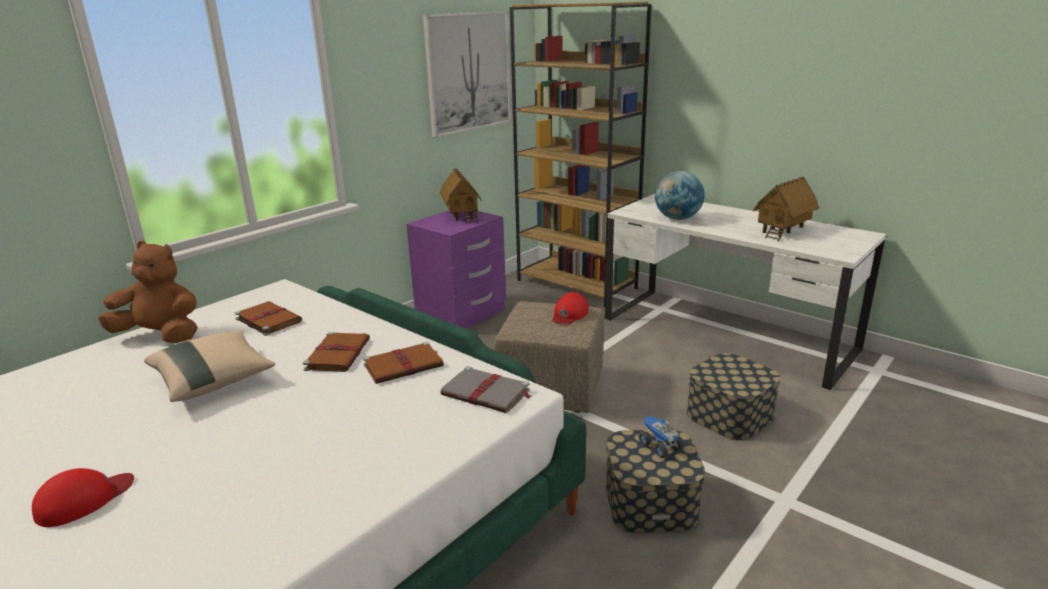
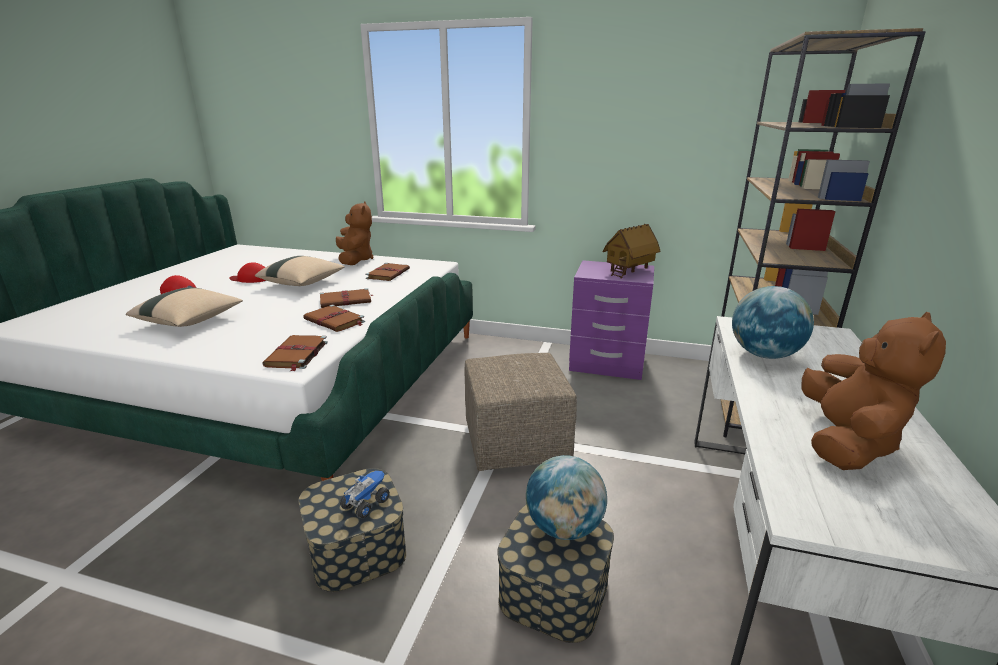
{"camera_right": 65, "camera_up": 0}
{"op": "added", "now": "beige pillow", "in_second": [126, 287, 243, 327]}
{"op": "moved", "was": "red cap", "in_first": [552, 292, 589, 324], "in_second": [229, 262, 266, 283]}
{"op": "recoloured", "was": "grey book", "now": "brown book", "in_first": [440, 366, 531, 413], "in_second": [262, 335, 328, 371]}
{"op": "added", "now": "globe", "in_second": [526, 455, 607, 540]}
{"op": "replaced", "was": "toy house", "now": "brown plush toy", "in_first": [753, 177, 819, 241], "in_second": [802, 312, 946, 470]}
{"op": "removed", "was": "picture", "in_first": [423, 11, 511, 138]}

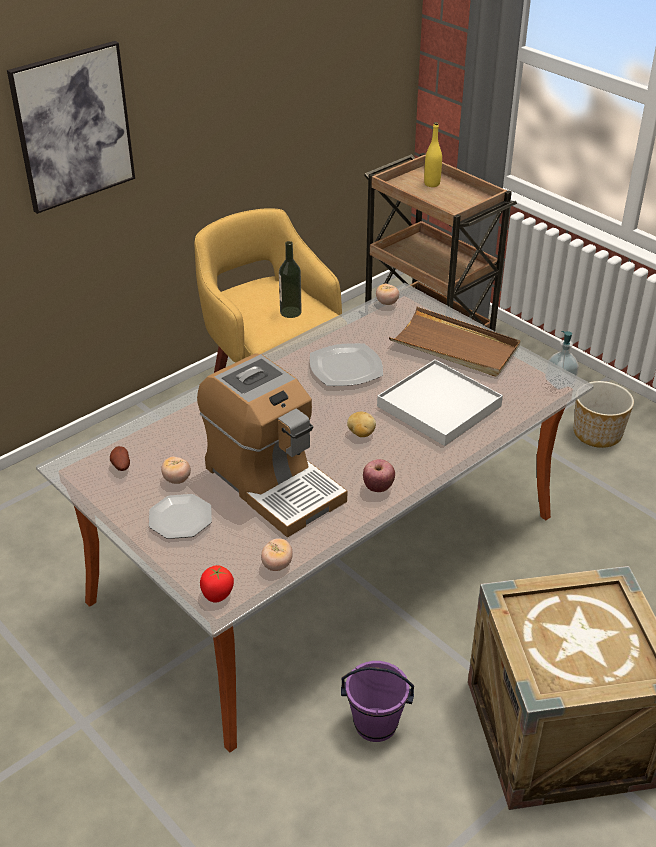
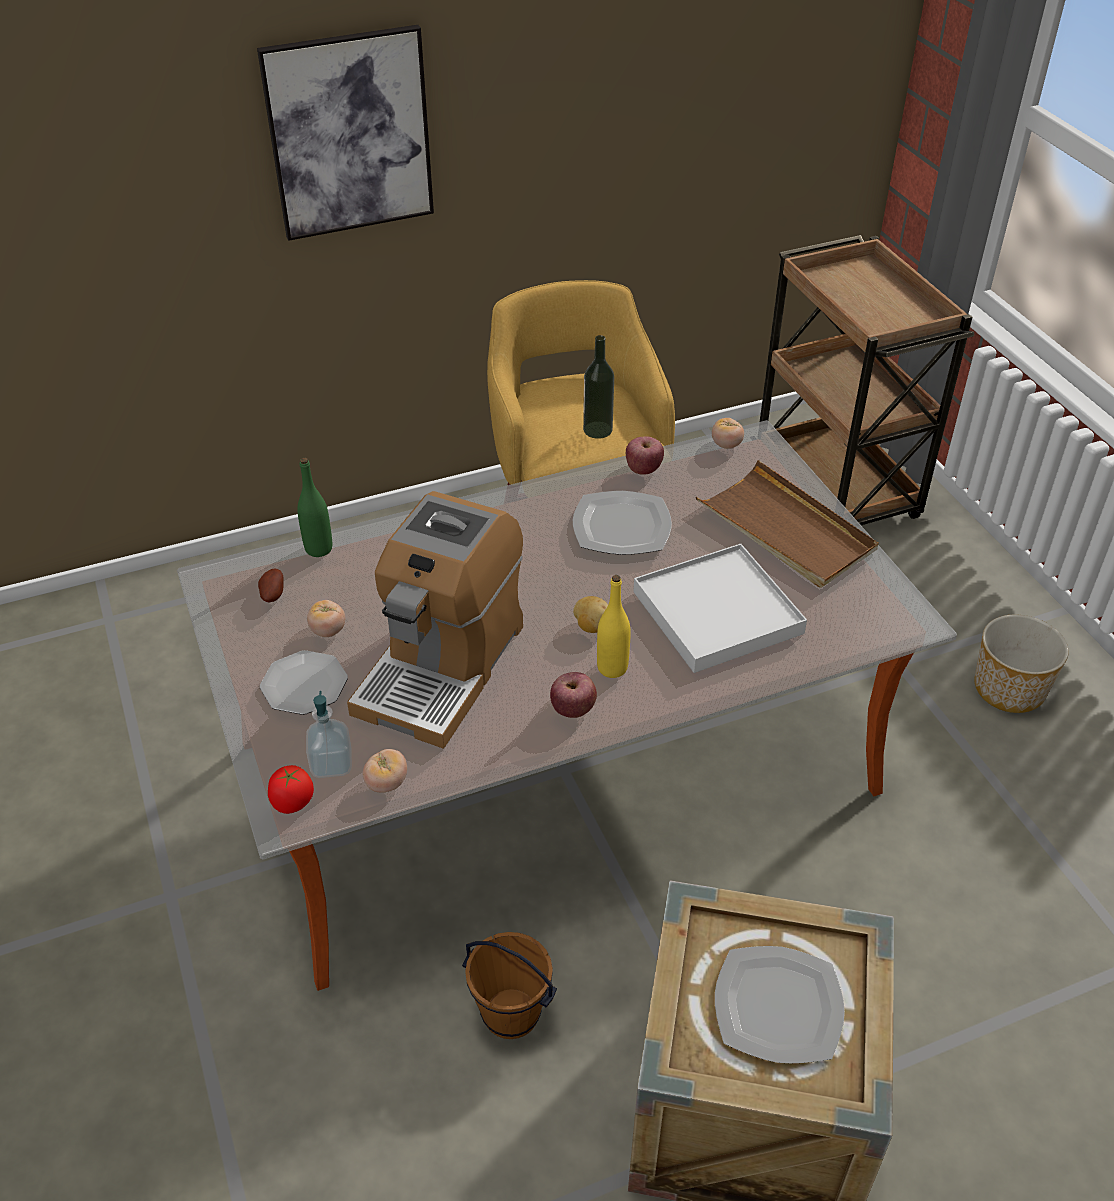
{"camera_right": 20, "camera_up": 5}
{"op": "added", "now": "green bottle", "in_second": [297, 458, 332, 557]}
{"op": "moved", "was": "soap dispenser", "in_first": [545, 331, 579, 389], "in_second": [306, 691, 352, 778]}
{"op": "turned", "was": "coffee machine", "in_first": [197, 353, 347, 537], "in_second": [347, 491, 523, 749], "clockwise": 45}
{"op": "recoloured", "was": "purple bucket", "now": "brown bucket", "in_first": [341, 661, 414, 742], "in_second": [462, 932, 557, 1039]}
{"op": "moved", "was": "yellow bottle", "in_first": [424, 122, 442, 187], "in_second": [597, 575, 631, 678]}
{"op": "added", "now": "apple", "in_second": [626, 436, 664, 475]}
{"op": "added", "now": "plate", "in_second": [715, 946, 845, 1063]}

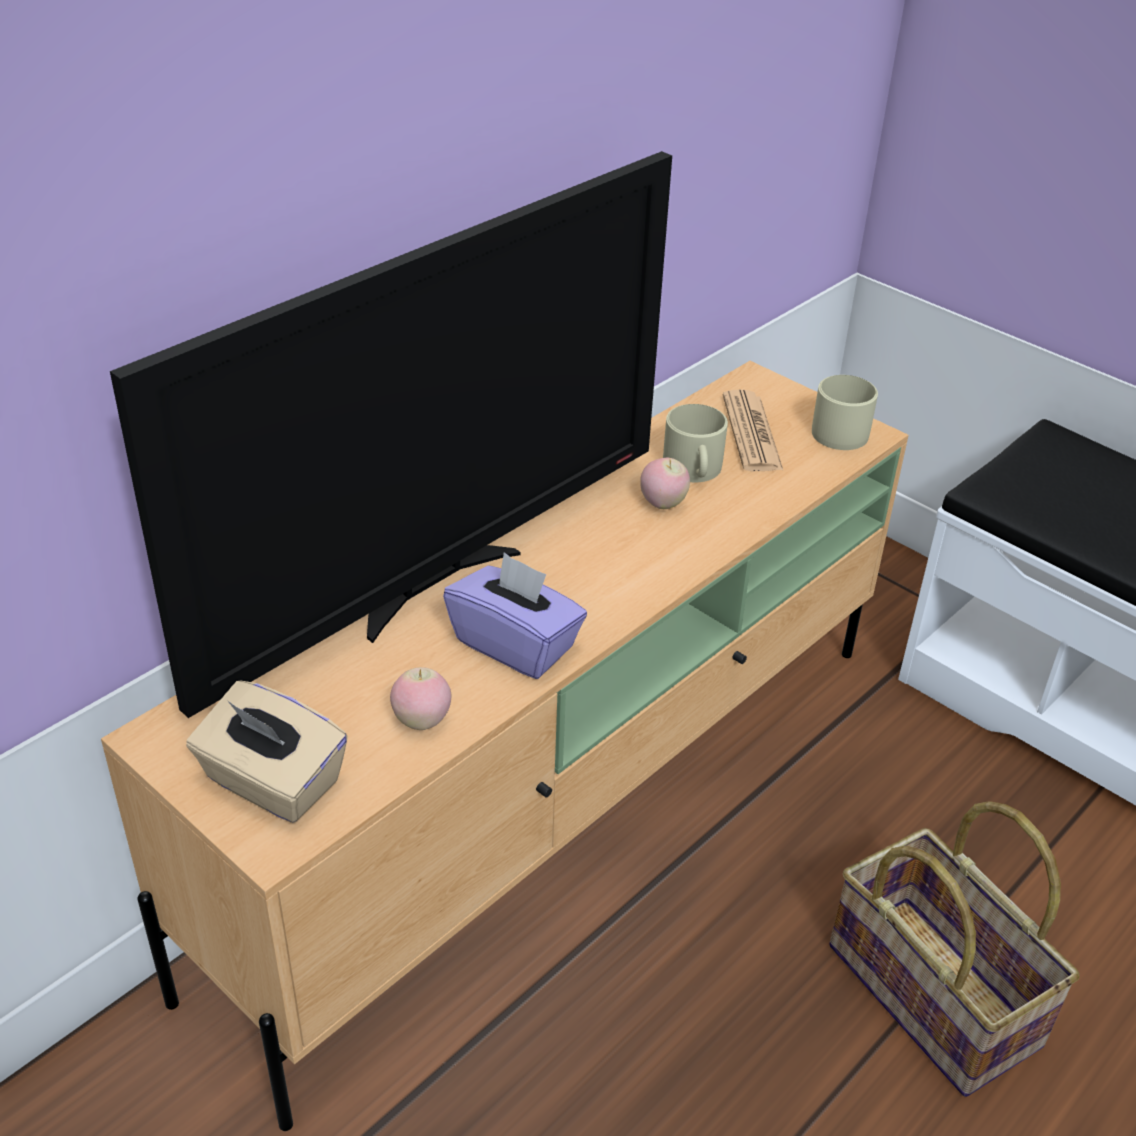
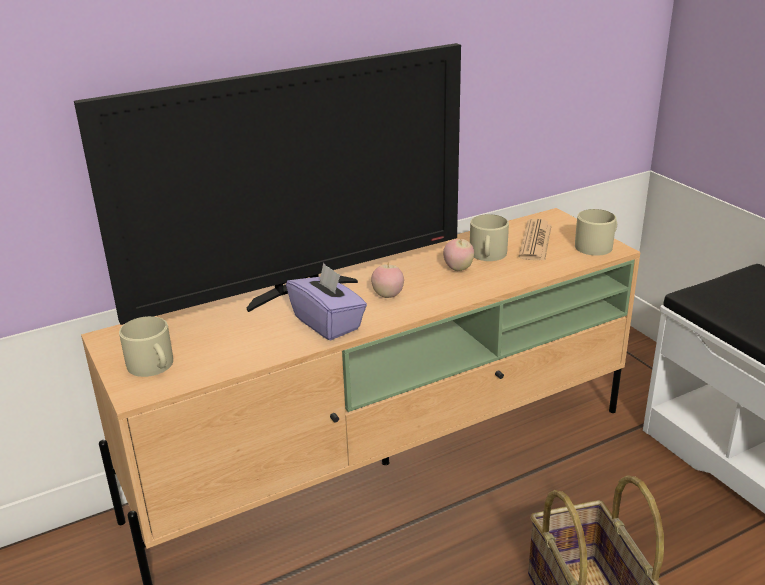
{"camera_right": 20, "camera_up": -10}
{"op": "replaced", "was": "beige tissue box", "now": "beige mug", "in_first": [186, 681, 348, 823], "in_second": [119, 316, 173, 377]}
{"op": "moved", "was": "apple", "in_first": [390, 667, 451, 730], "in_second": [371, 263, 404, 298]}

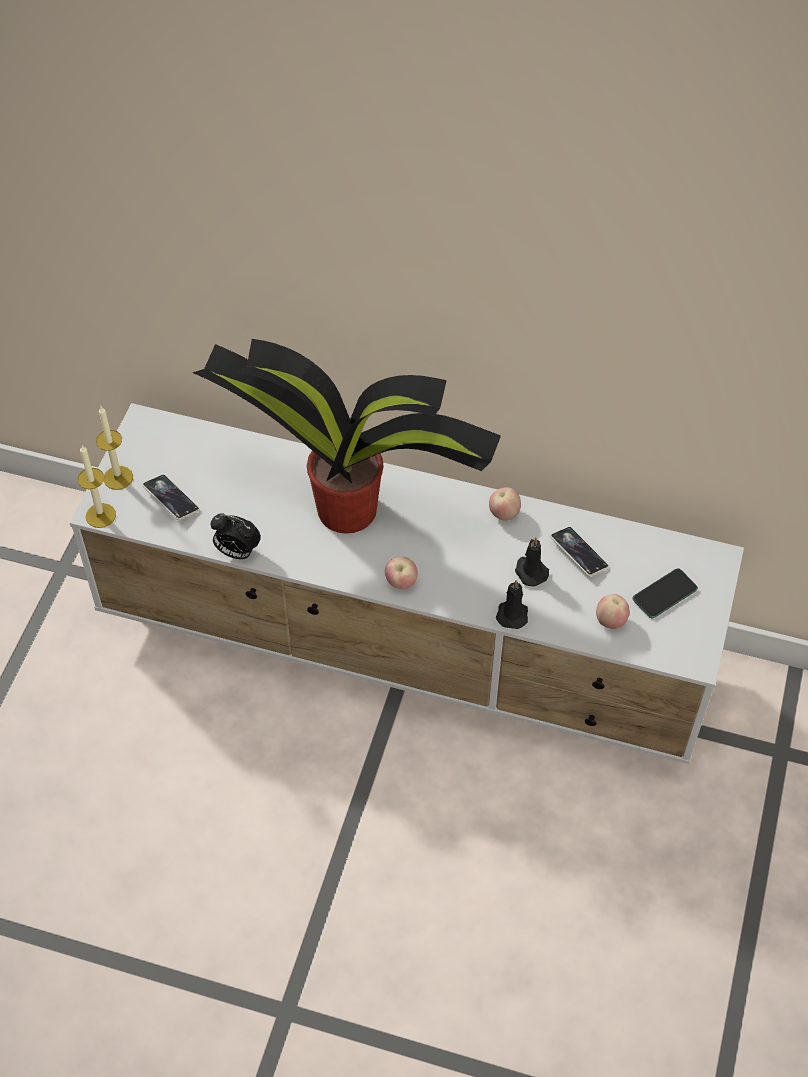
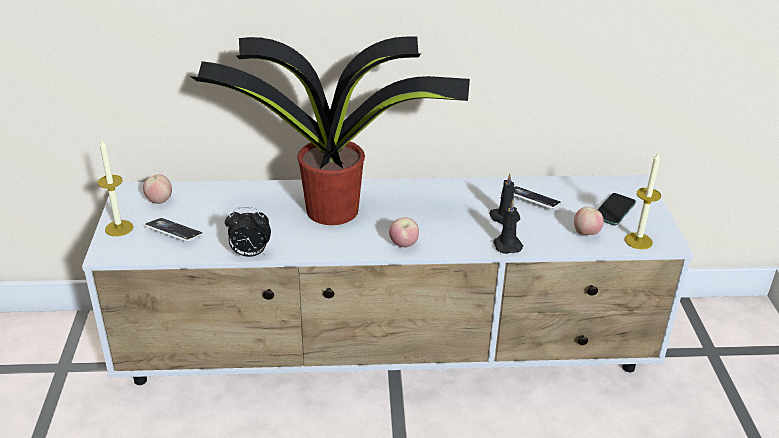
{"camera_right": -20, "camera_up": -20}
{"op": "moved", "was": "apple", "in_first": [489, 487, 521, 521], "in_second": [143, 174, 172, 204]}
{"op": "moved", "was": "candle", "in_first": [78, 445, 116, 528], "in_second": [625, 153, 661, 249]}

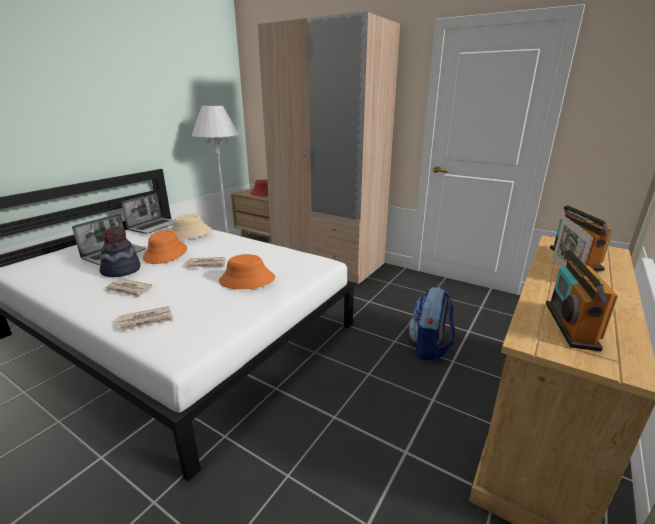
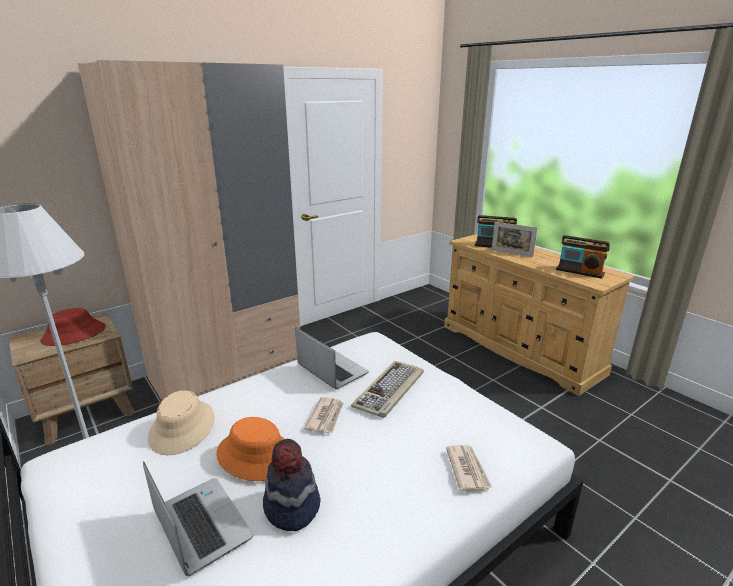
{"camera_right": -70, "camera_up": 0}
{"op": "moved", "was": "laptop", "in_first": [122, 193, 173, 234], "in_second": [295, 327, 369, 389]}
{"op": "replaced", "was": "orange hat", "now": "keyboard", "in_first": [219, 254, 275, 289], "in_second": [351, 361, 424, 418]}
{"op": "removed", "was": "newspaper", "in_first": [105, 279, 152, 297]}
{"op": "removed", "was": "backpack", "in_first": [408, 287, 455, 360]}

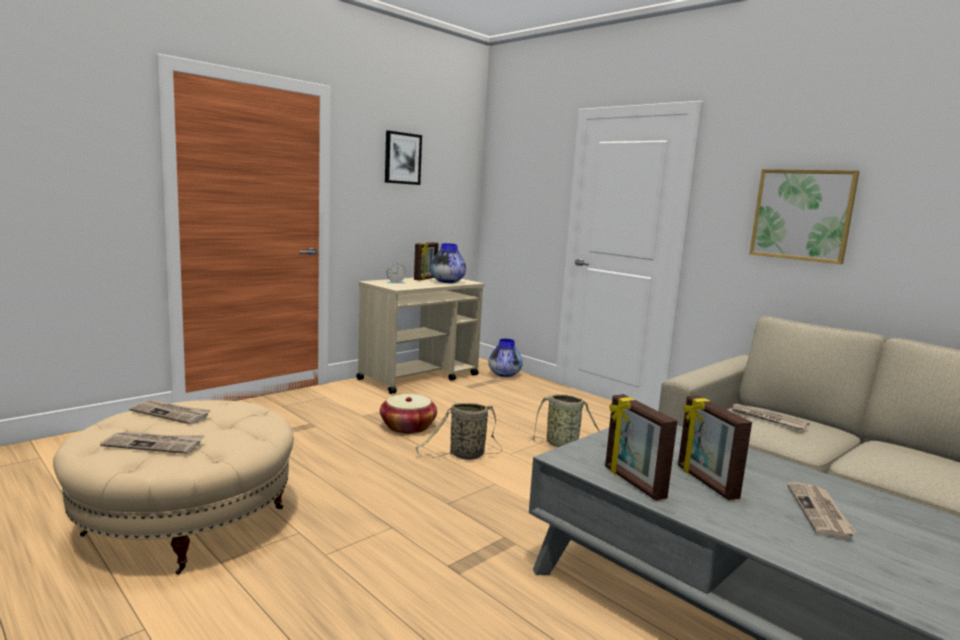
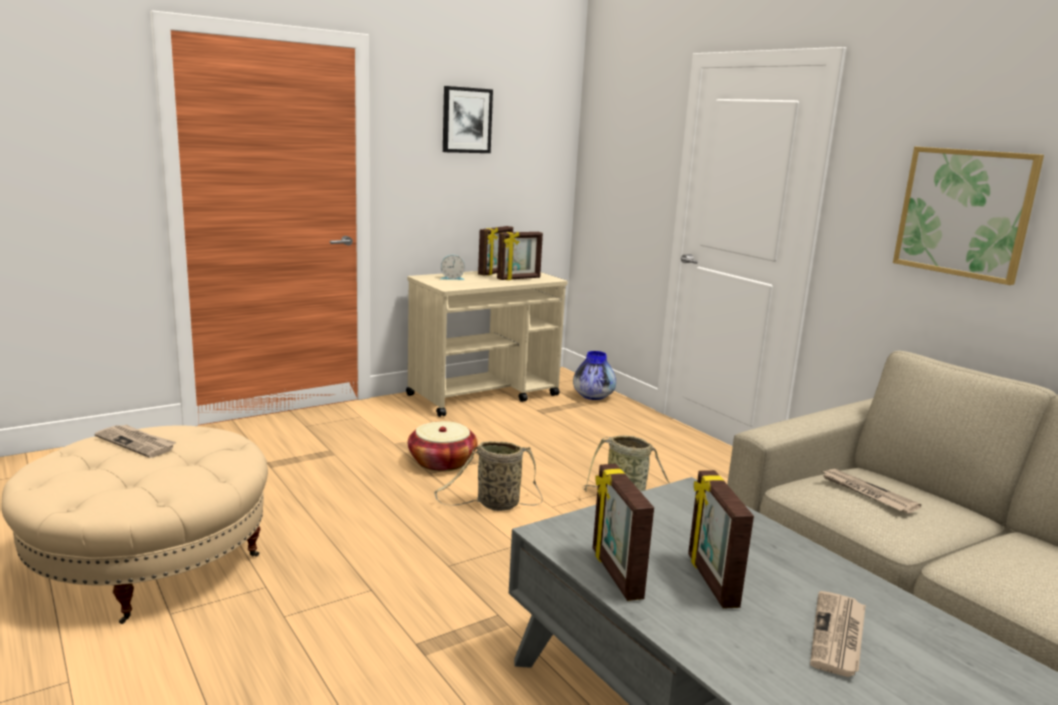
{"camera_right": 10, "camera_up": 5}
{"op": "replaced", "was": "vase", "now": "picture frame", "in_first": [430, 243, 466, 283], "in_second": [497, 232, 543, 280]}
{"op": "removed", "was": "newspaper", "in_first": [100, 431, 204, 454]}

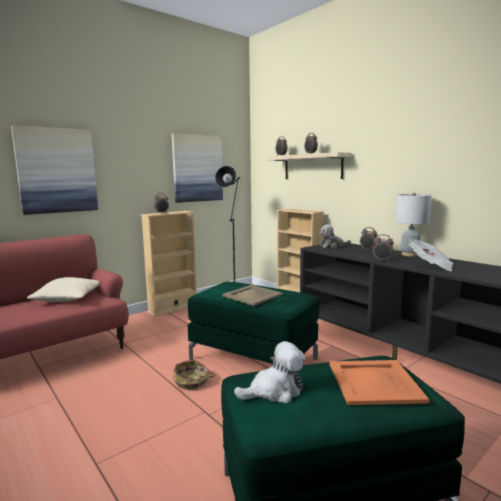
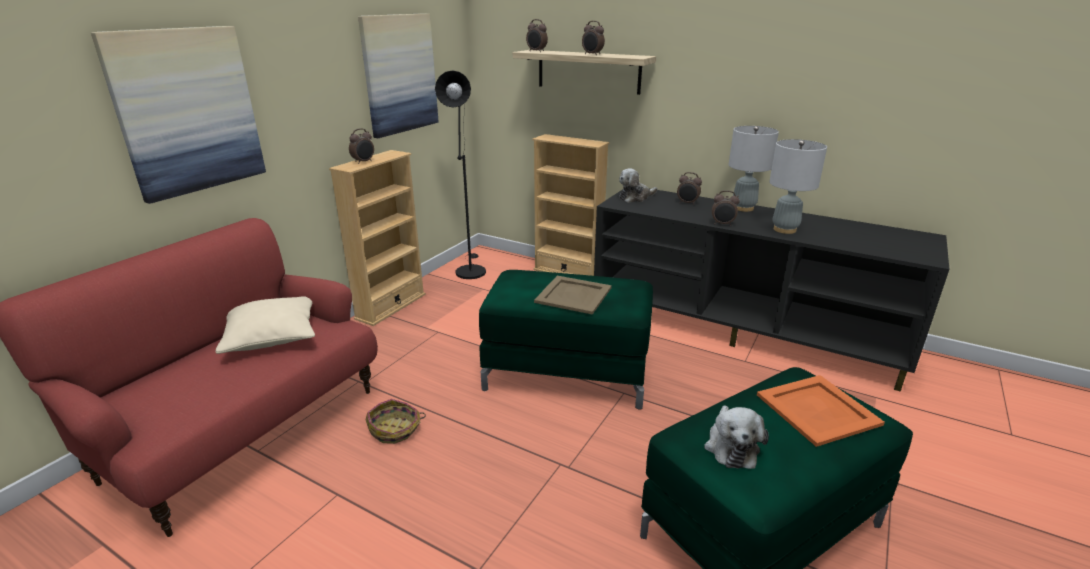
{"camera_right": -20, "camera_up": 15}
{"op": "moved", "was": "basket", "in_first": [173, 360, 215, 390], "in_second": [366, 399, 426, 444]}
{"op": "turned", "was": "plush toy", "in_first": [234, 341, 305, 403], "in_second": [704, 406, 769, 469], "clockwise": 135}
{"op": "replaced", "was": "newspaper", "now": "grey table lamp", "in_first": [409, 238, 454, 271], "in_second": [769, 139, 827, 234]}

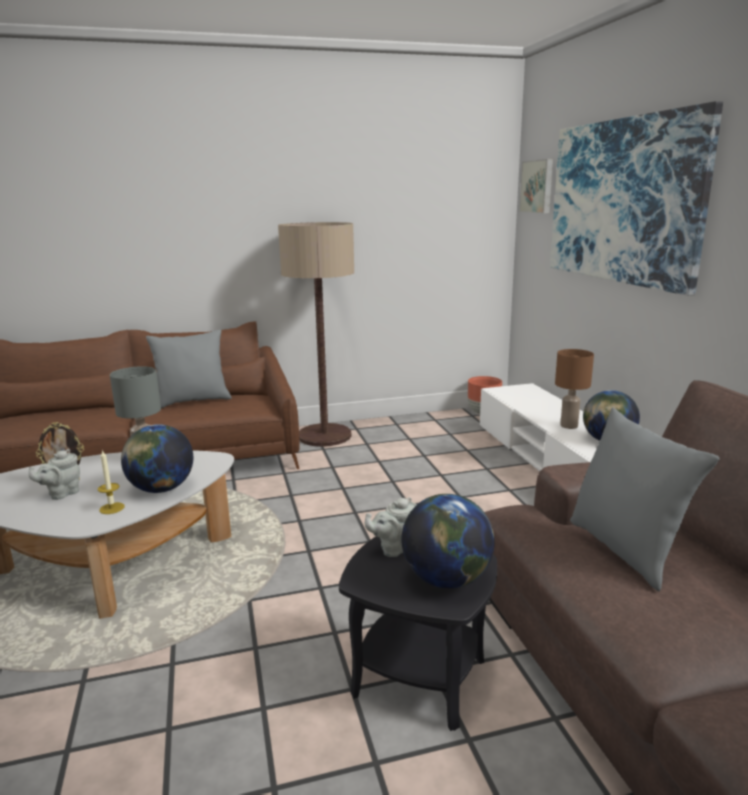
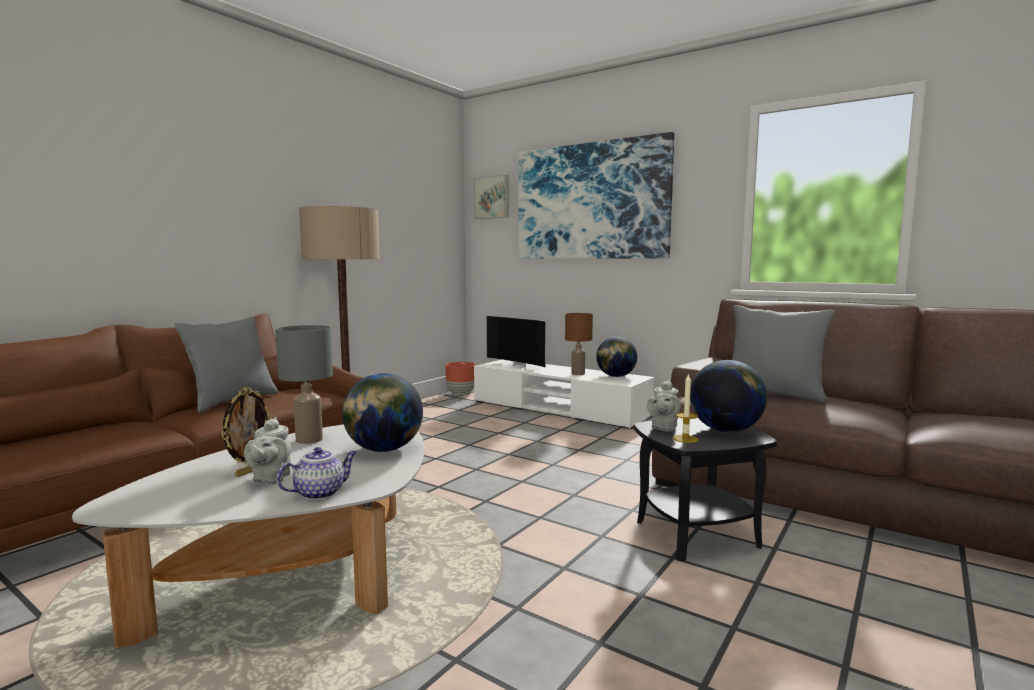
{"camera_right": -40, "camera_up": -10}
{"op": "added", "now": "teapot", "in_second": [277, 447, 357, 500]}
{"op": "added", "now": "television", "in_second": [486, 316, 546, 371]}
{"op": "moved", "was": "candle", "in_first": [98, 449, 125, 514], "in_second": [673, 373, 699, 443]}

